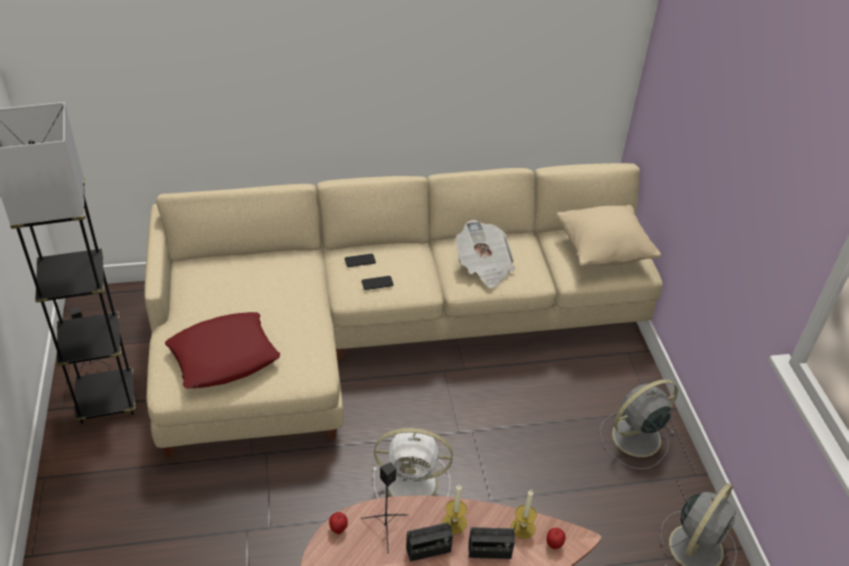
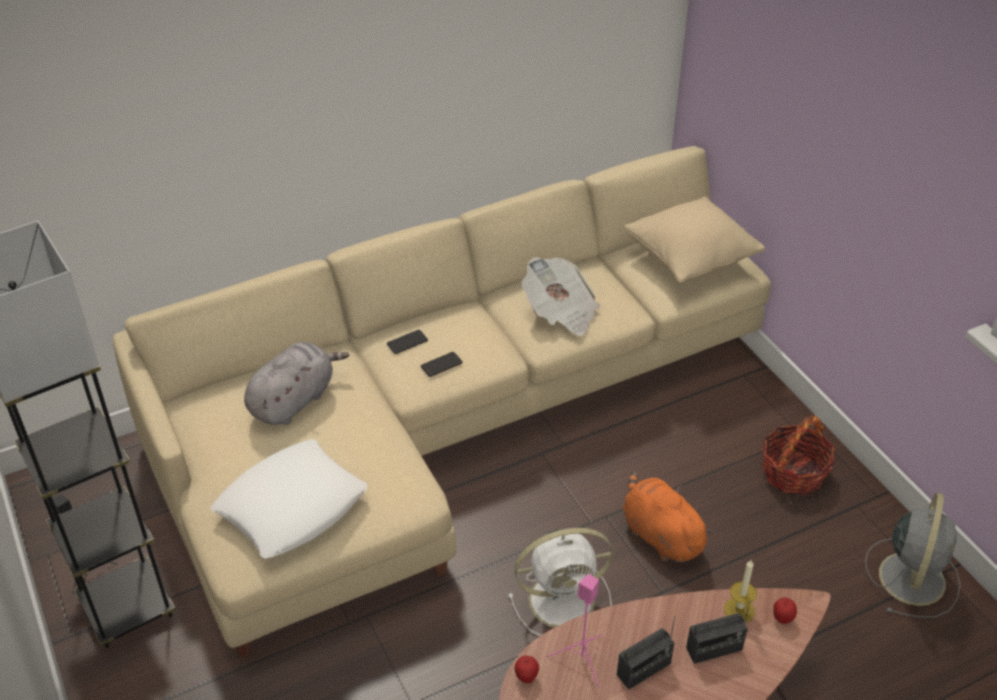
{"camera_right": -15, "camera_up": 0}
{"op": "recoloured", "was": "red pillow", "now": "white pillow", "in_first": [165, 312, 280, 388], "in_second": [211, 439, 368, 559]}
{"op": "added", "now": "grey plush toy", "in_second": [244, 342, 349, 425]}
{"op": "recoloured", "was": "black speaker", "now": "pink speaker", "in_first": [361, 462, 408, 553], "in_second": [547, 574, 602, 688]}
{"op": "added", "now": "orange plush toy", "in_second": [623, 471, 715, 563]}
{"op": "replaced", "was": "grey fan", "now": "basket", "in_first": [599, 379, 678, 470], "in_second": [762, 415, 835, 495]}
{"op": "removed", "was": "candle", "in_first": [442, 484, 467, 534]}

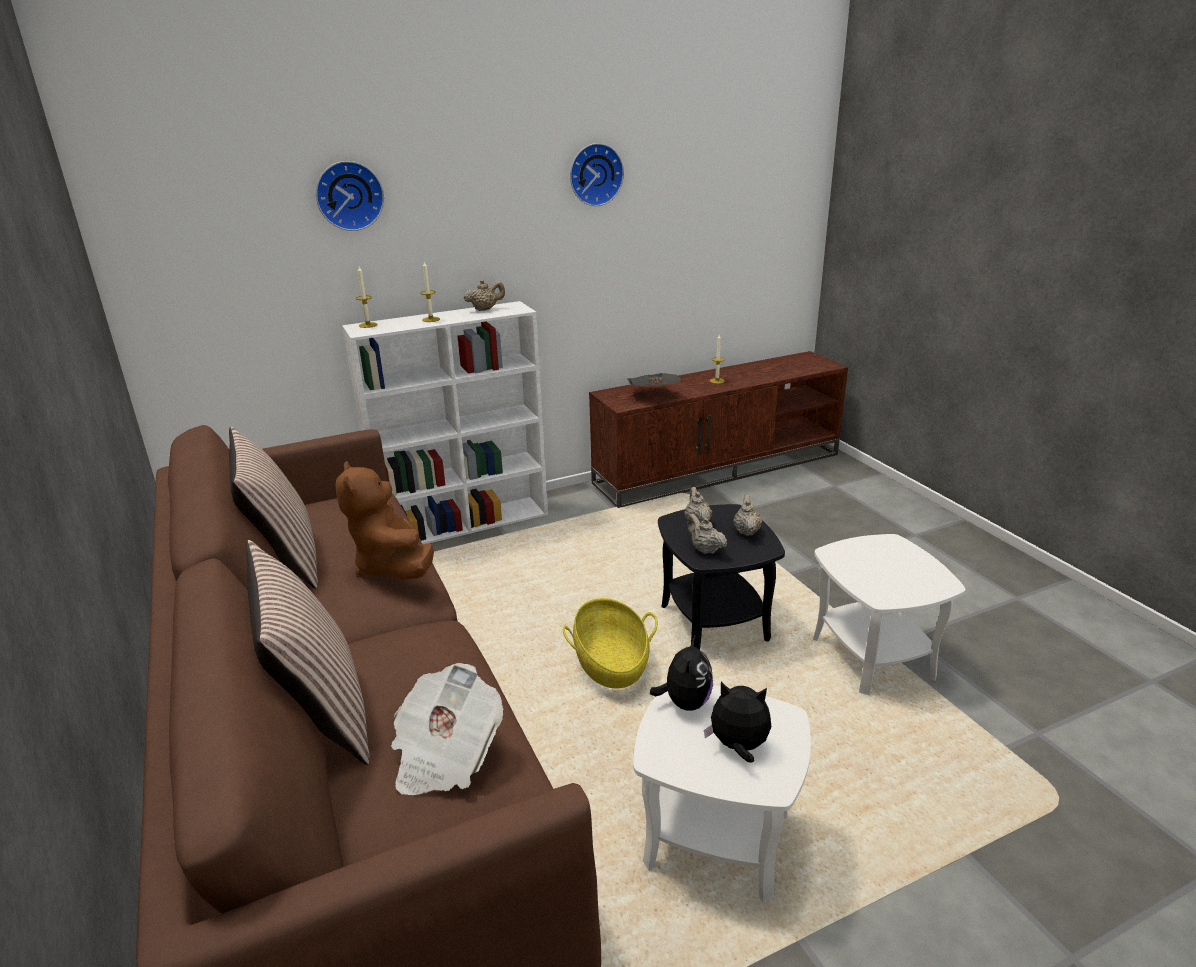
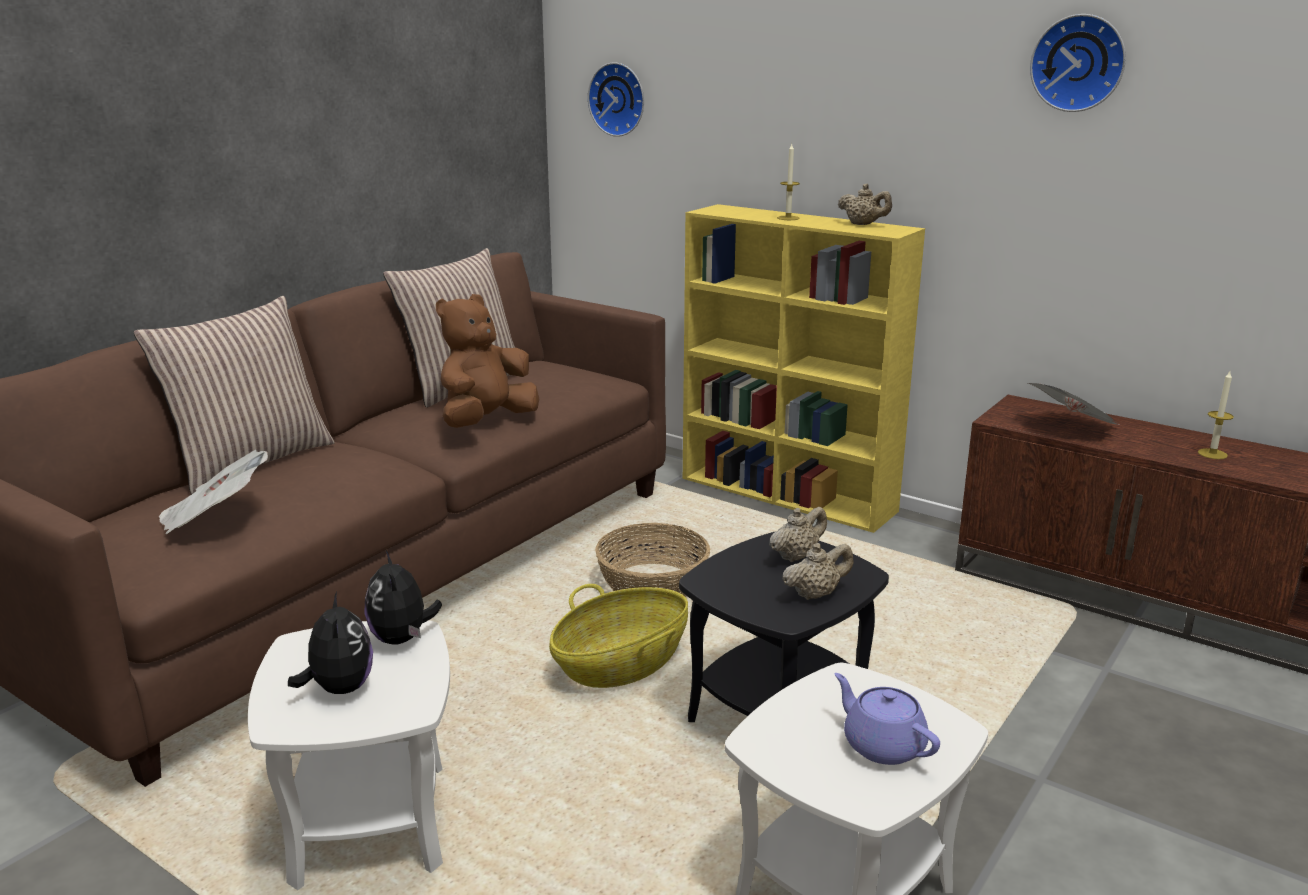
{"camera_right": 60, "camera_up": -5}
{"op": "turned", "was": "plush toy", "in_first": [650, 634, 713, 711], "in_second": [364, 551, 442, 644], "clockwise": 90}
{"op": "moved", "was": "wall clock", "in_first": [316, 161, 384, 231], "in_second": [588, 62, 644, 137]}
{"op": "added", "now": "basket", "in_second": [595, 523, 710, 597]}
{"op": "recoloured", "was": "white bookcase", "now": "yellow bookcase", "in_first": [342, 301, 548, 544], "in_second": [683, 204, 925, 533]}
{"op": "added", "now": "purple teapot", "in_second": [834, 673, 940, 765]}
{"op": "removed", "was": "candle", "in_first": [356, 267, 377, 328]}
{"op": "removed", "was": "beige teapot", "in_first": [687, 514, 727, 554]}

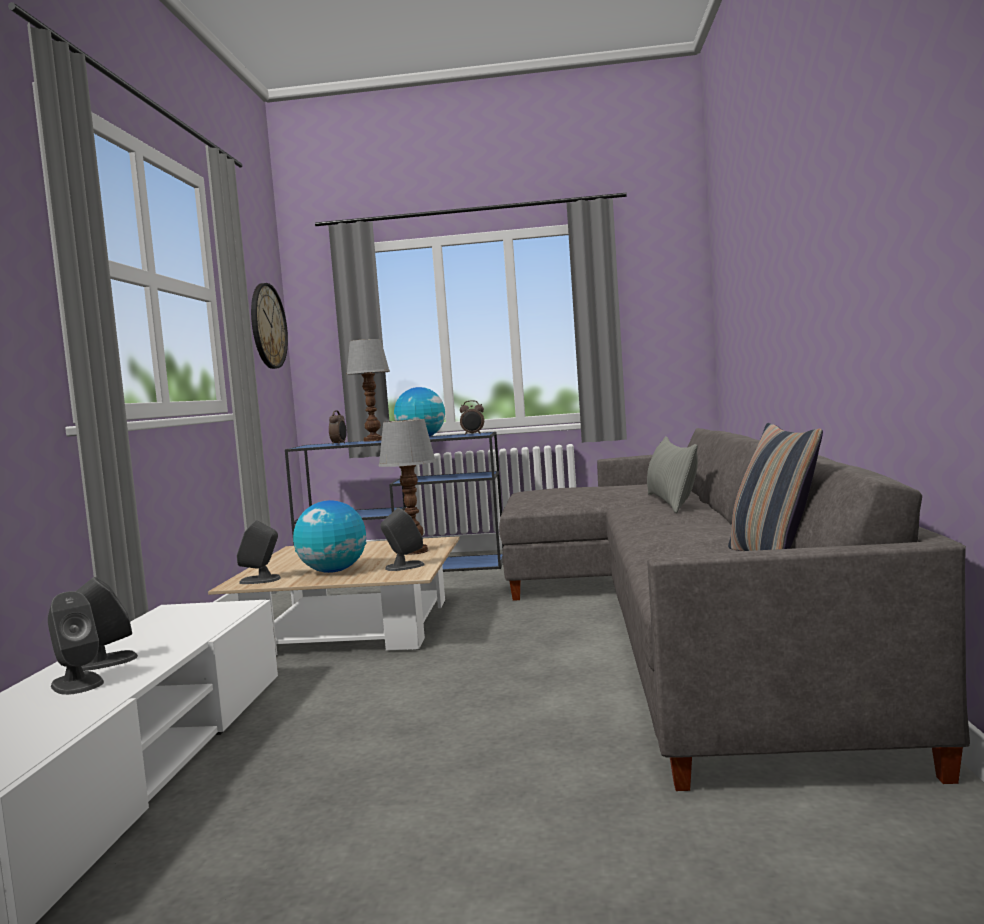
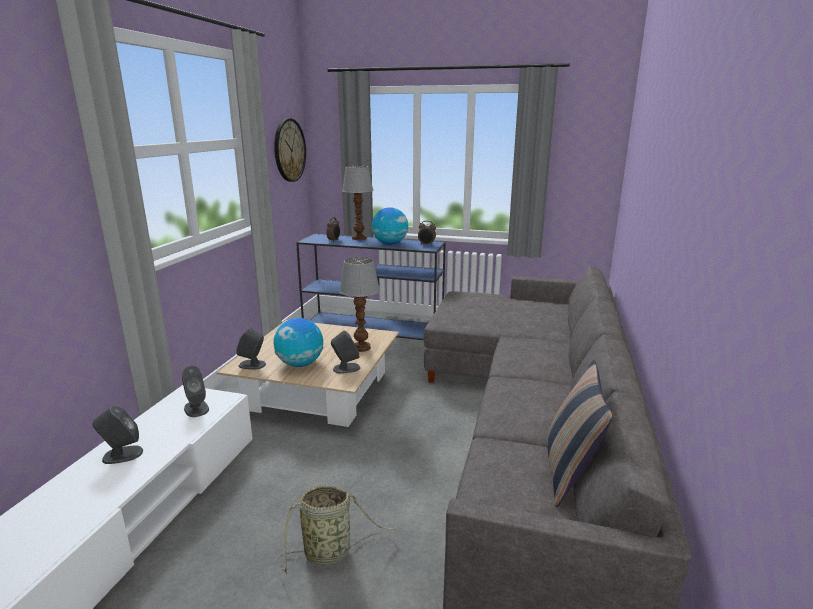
{"camera_right": 10, "camera_up": 15}
{"op": "moved", "was": "grey speaker", "in_first": [48, 591, 104, 695], "in_second": [182, 365, 209, 417]}
{"op": "added", "now": "basket", "in_second": [278, 485, 395, 575]}
{"op": "removed", "was": "grey pillow", "in_first": [647, 436, 698, 513]}

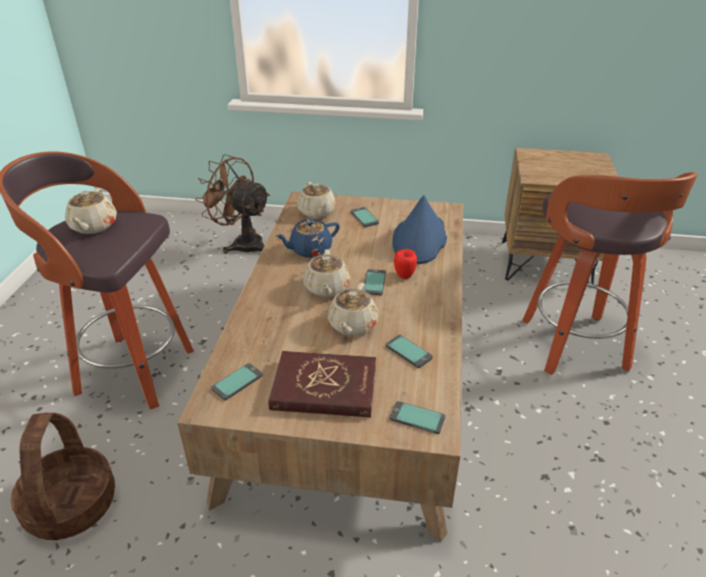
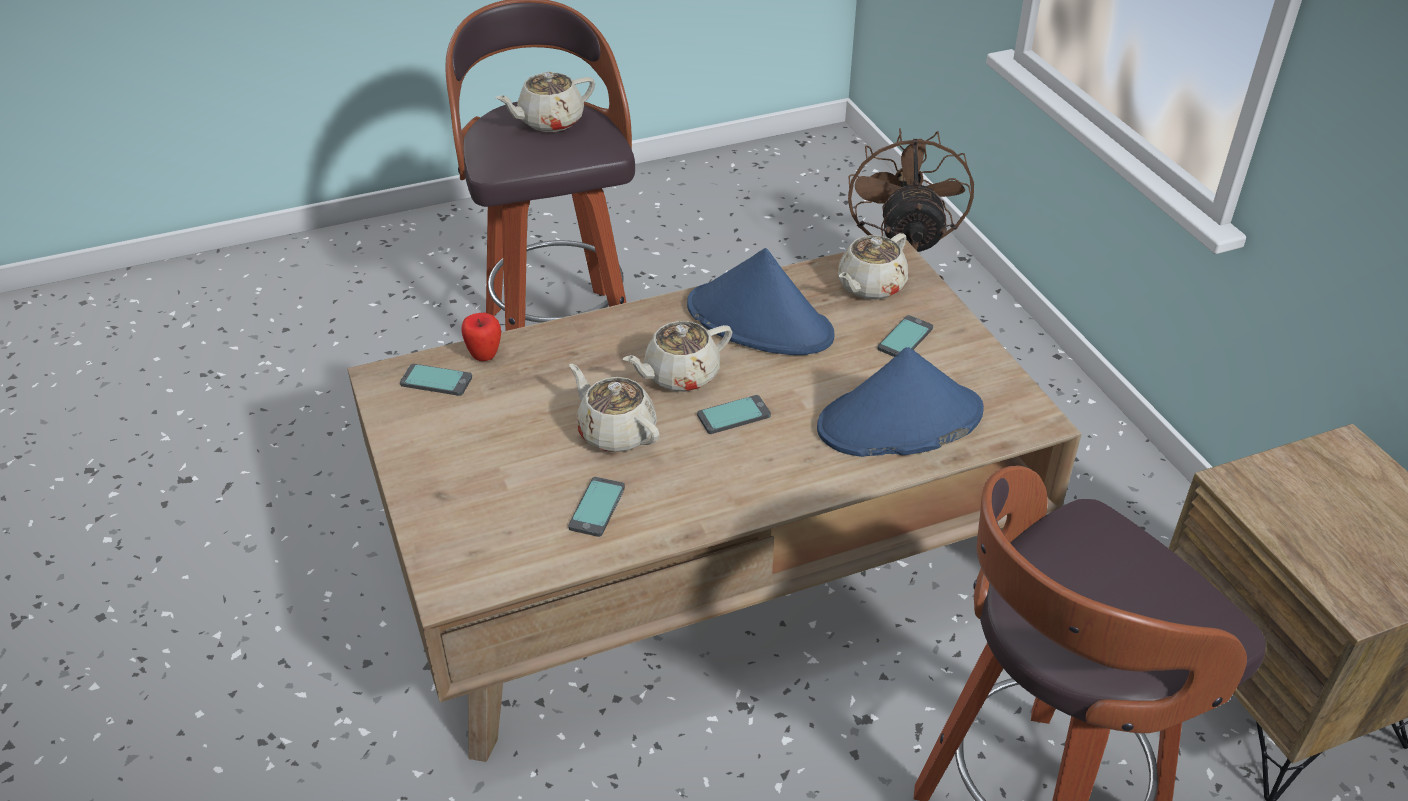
{"camera_right": 60, "camera_up": 5}
{"op": "moved", "was": "apple", "in_first": [394, 249, 417, 279], "in_second": [461, 313, 501, 361]}
{"op": "turned", "was": "beige teapot", "in_first": [328, 283, 378, 335], "in_second": [569, 364, 659, 452], "clockwise": 60}
{"op": "replaced", "was": "blue teapot", "now": "blue hat", "in_first": [276, 219, 340, 258], "in_second": [687, 248, 834, 355]}
{"op": "removed", "was": "basket", "in_first": [11, 413, 115, 540]}
{"op": "removed", "was": "red book", "in_first": [268, 351, 376, 417]}
{"op": "removed", "was": "phone", "in_first": [390, 401, 446, 434]}

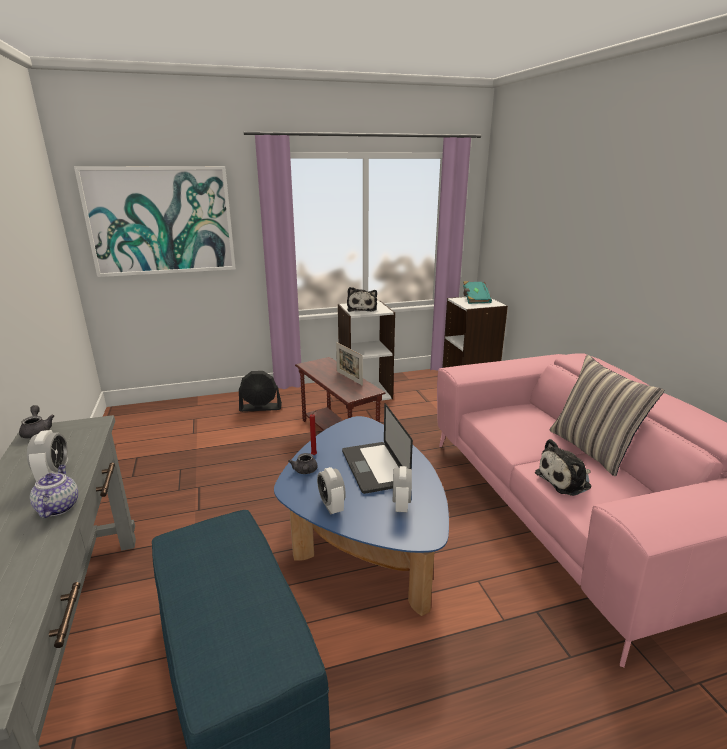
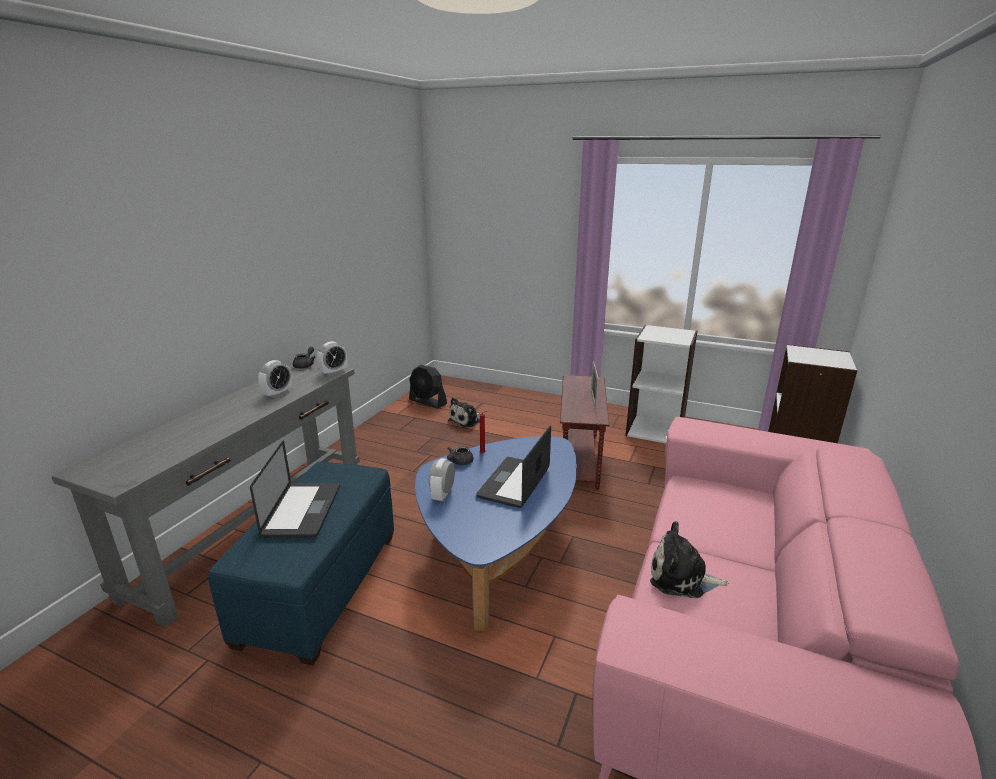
{"camera_right": 40, "camera_up": 0}
{"op": "added", "now": "laptop", "in_second": [250, 441, 340, 538]}
{"op": "moved", "was": "alarm clock", "in_first": [393, 466, 412, 512], "in_second": [317, 341, 347, 376]}
{"op": "moved", "was": "black fan", "in_first": [239, 371, 282, 412], "in_second": [409, 365, 447, 409]}
{"op": "moved", "was": "plush toy", "in_first": [347, 287, 377, 312], "in_second": [448, 397, 480, 428]}
{"op": "removed", "was": "teapot", "in_first": [30, 465, 78, 518]}
{"op": "removed", "was": "picture", "in_first": [74, 166, 236, 277]}
{"op": "removed", "was": "turquoise book", "in_first": [463, 281, 492, 304]}
{"op": "removed", "was": "pillow", "in_first": [550, 355, 664, 476]}

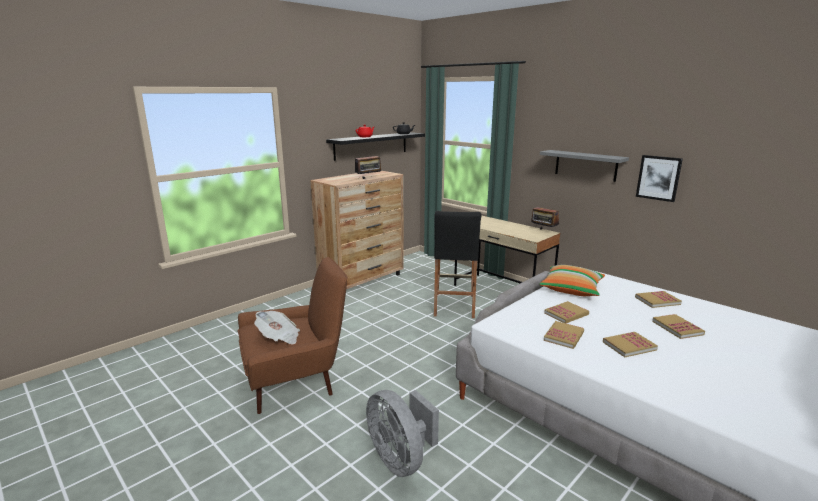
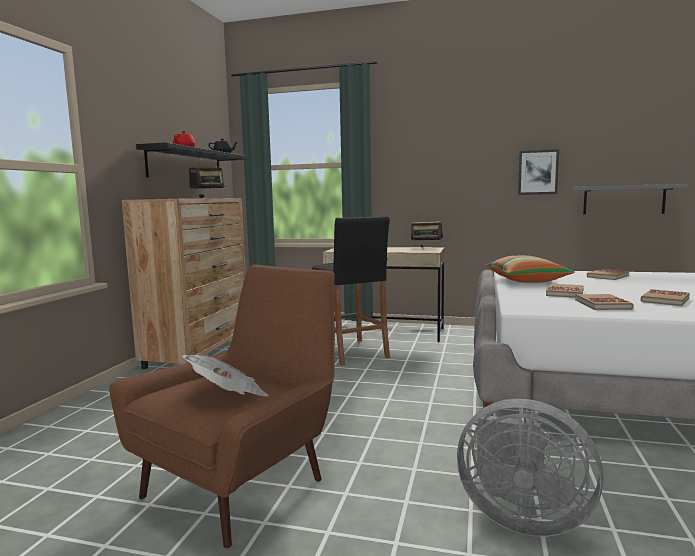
{"camera_right": -30, "camera_up": -10}
{"op": "moved", "was": "grey shelf", "in_first": [540, 150, 629, 182], "in_second": [573, 184, 688, 215]}
{"op": "removed", "was": "book", "in_first": [652, 314, 705, 339]}

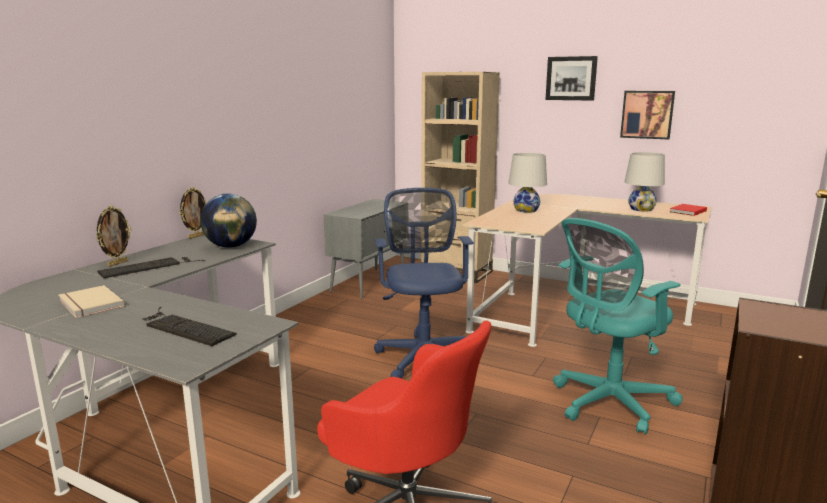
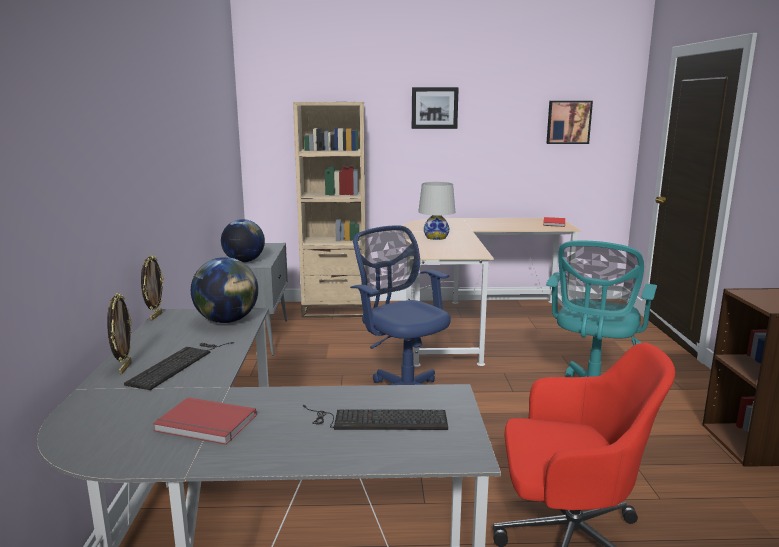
{"camera_right": -30, "camera_up": 0}
{"op": "recoloured", "was": "beige book", "now": "red book", "in_first": [59, 285, 124, 318], "in_second": [153, 398, 257, 445]}
{"op": "added", "now": "globe", "in_second": [221, 219, 265, 262]}
{"op": "moved", "was": "picture", "in_first": [620, 91, 675, 139], "in_second": [546, 101, 593, 144]}
{"op": "removed", "was": "white table lamp", "in_first": [624, 152, 665, 212]}

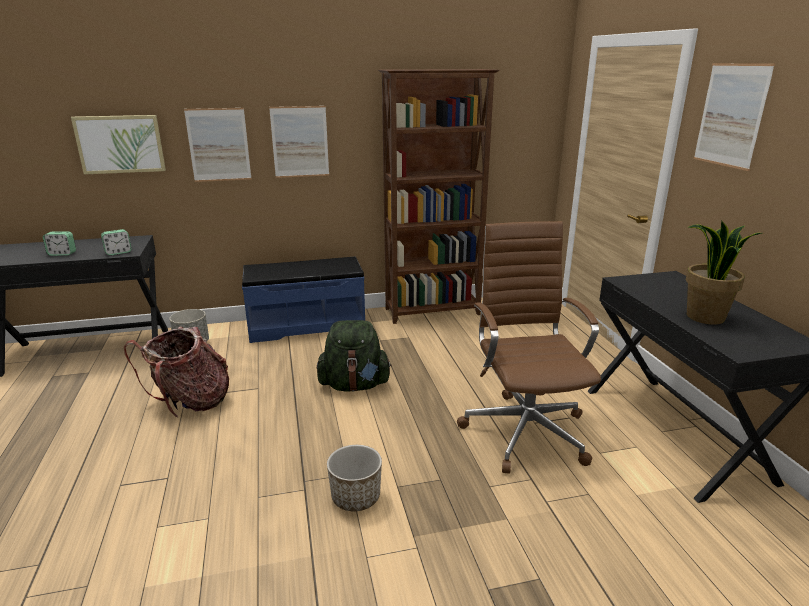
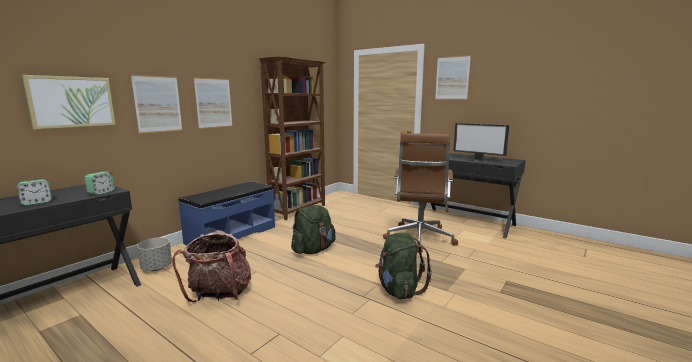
{"camera_right": -40, "camera_up": -10}
{"op": "replaced", "was": "planter", "now": "green backpack", "in_first": [327, 445, 382, 511], "in_second": [375, 233, 432, 299]}
{"op": "turned", "was": "brown office chair", "in_first": [457, 221, 601, 474], "in_second": [383, 133, 458, 253], "clockwise": -120}
{"op": "replaced", "was": "potted plant", "now": "monitor", "in_first": [686, 221, 762, 325], "in_second": [453, 123, 509, 162]}

